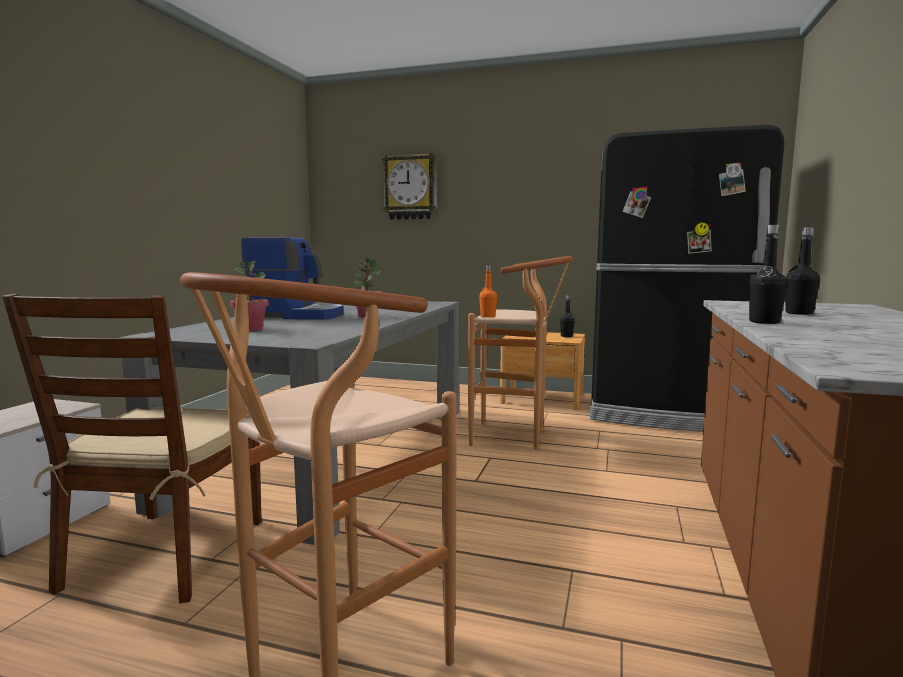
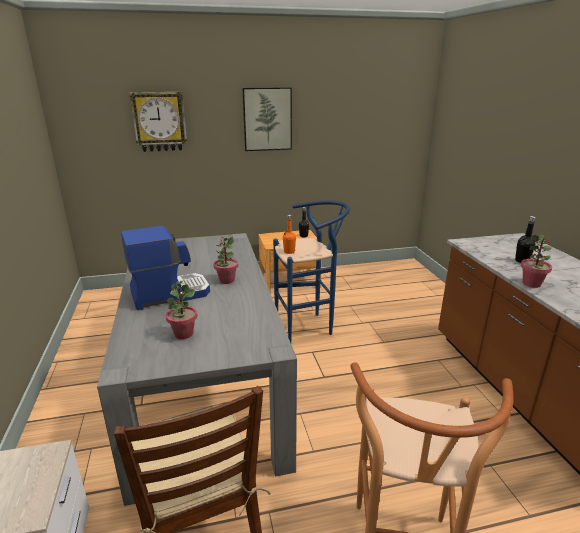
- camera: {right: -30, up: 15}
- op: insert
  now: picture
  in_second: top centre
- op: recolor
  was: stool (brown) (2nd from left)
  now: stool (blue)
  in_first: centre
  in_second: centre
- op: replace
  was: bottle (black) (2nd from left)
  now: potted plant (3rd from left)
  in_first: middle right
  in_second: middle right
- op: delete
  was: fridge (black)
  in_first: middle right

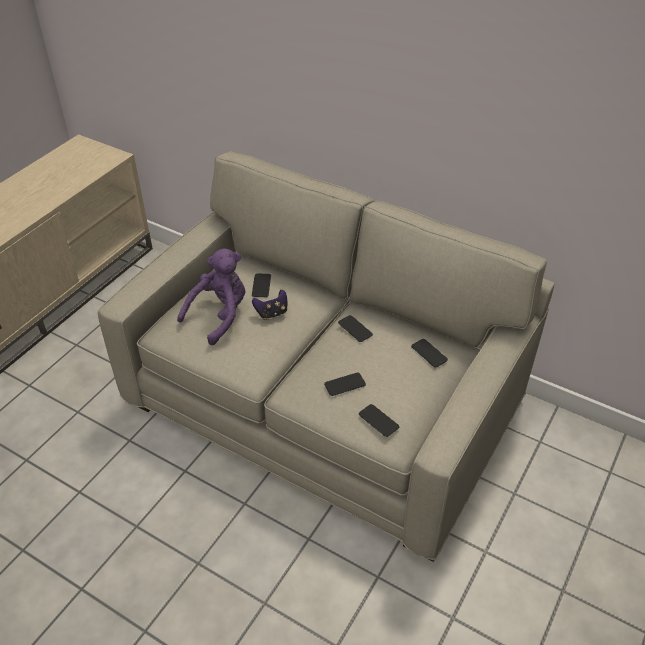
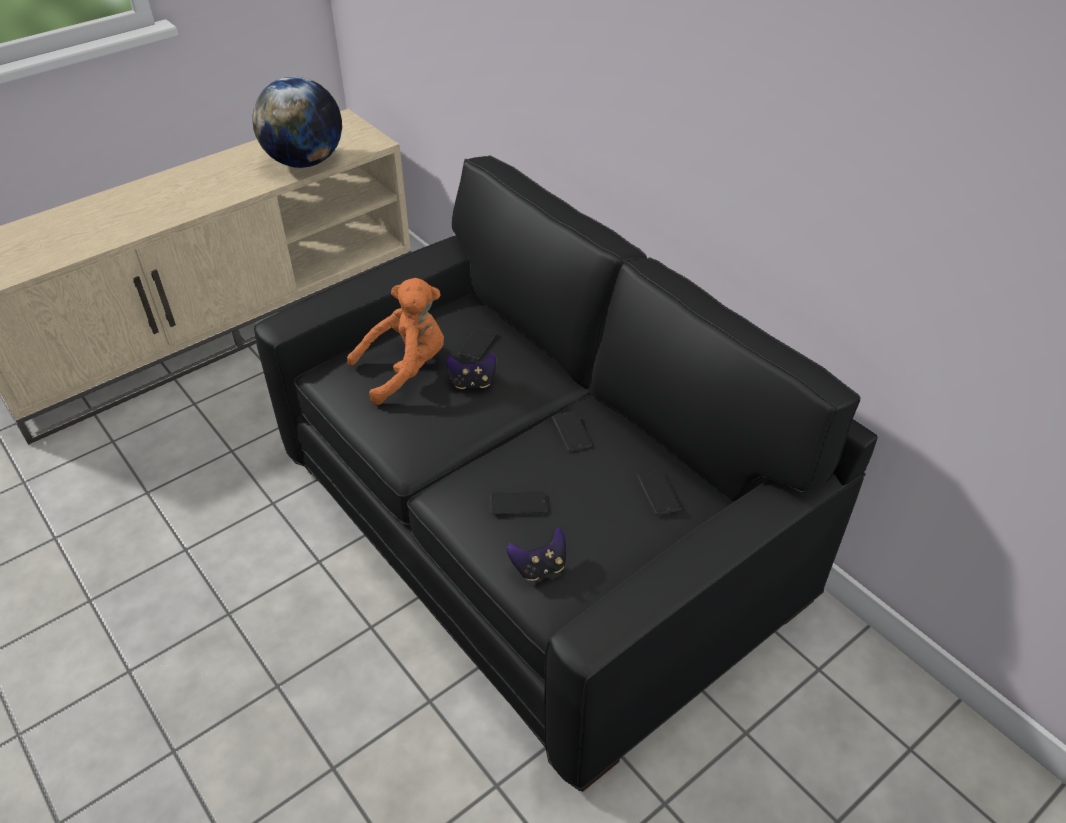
- camera: {right: 20, up: 0}
- op: insert
  now: globe
  in_second: top left
- op: recolor
  was: sofa (beige)
  now: sofa (black)
  in_first: centre
  in_second: centre
- op: recolor
  was: plush toy (purple)
  now: plush toy (orange)
  in_first: middle left
  in_second: centre
- op: replace
  was: phone (4th from left)
  now: game controller (2nd from left)
  in_first: centre
  in_second: bottom centre

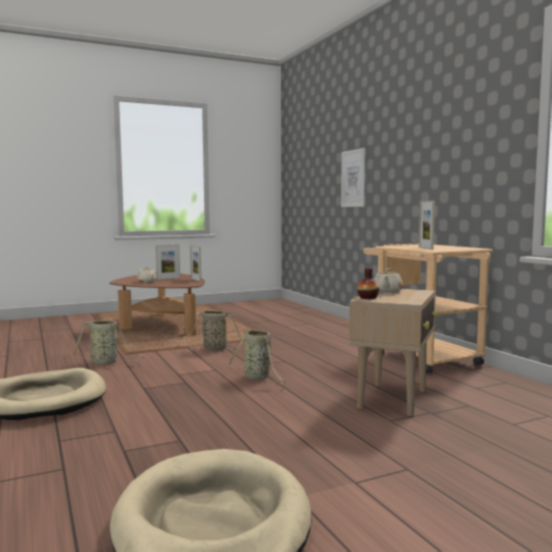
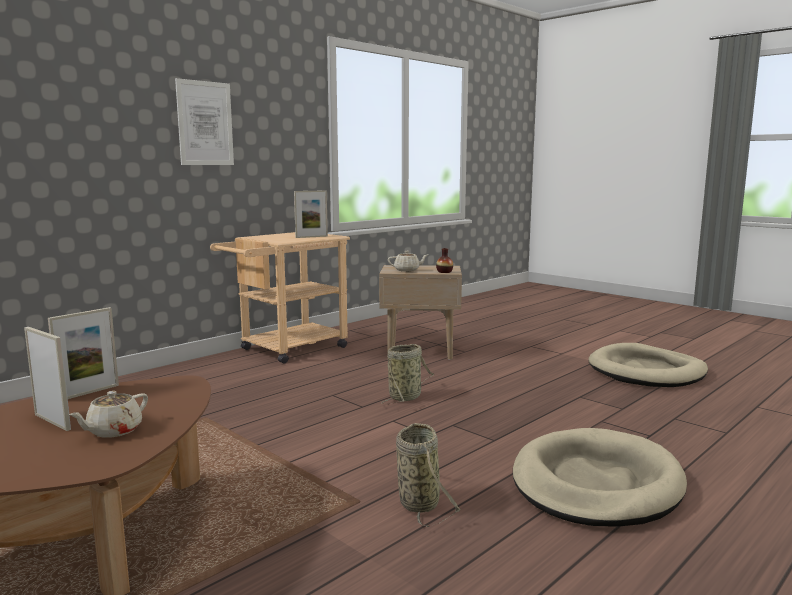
- camera: {right: -110, up: 5}
- op: move
  was: picture
  in_first: top centre
  in_second: top left
- op: delete
  was: basket (2nd from left)
  in_first: centre

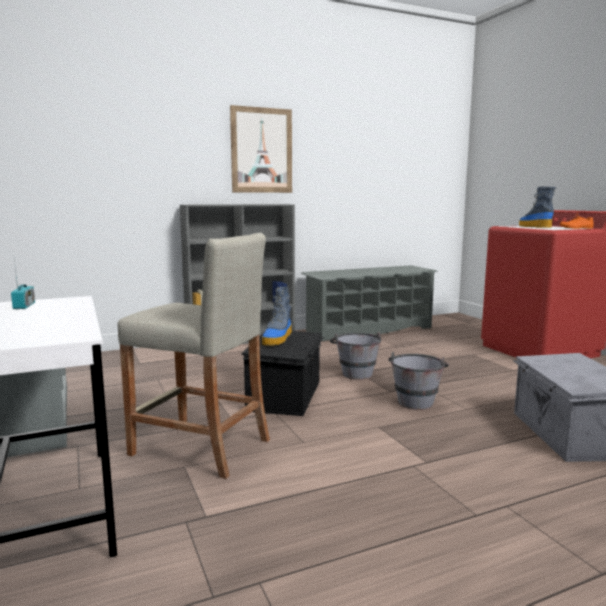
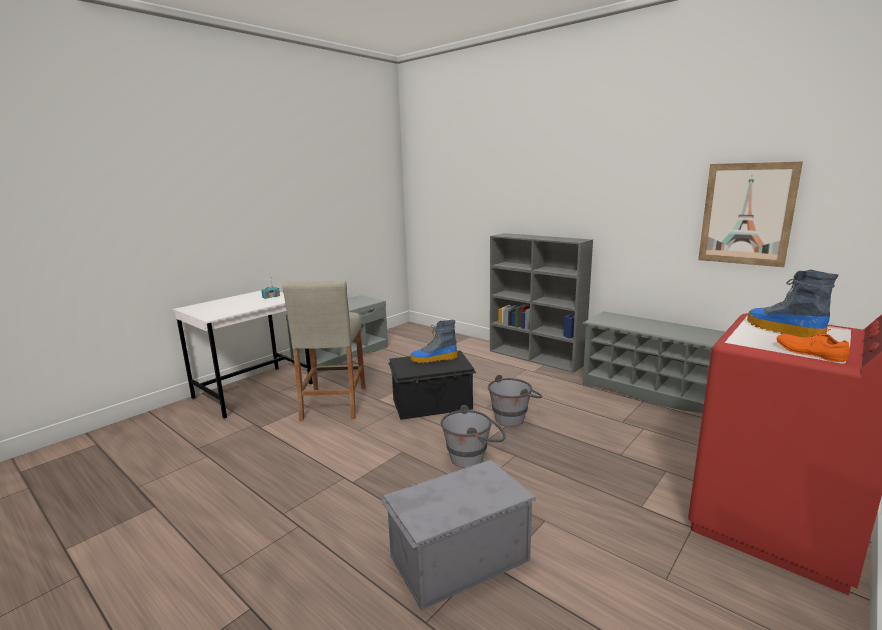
- camera: {right: 65, up: 5}
- op: move
  was: picture
  in_first: top centre
  in_second: middle right
- op: rotate
  was: boot (2nd from left)
  in_first: middle right
  in_second: middle right
  clockwise: -75

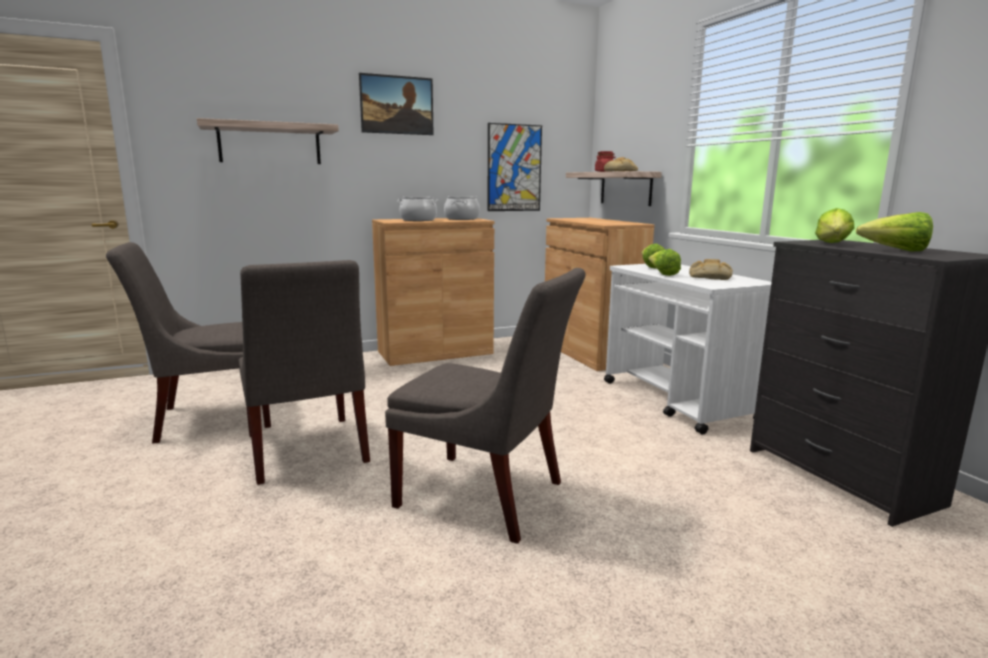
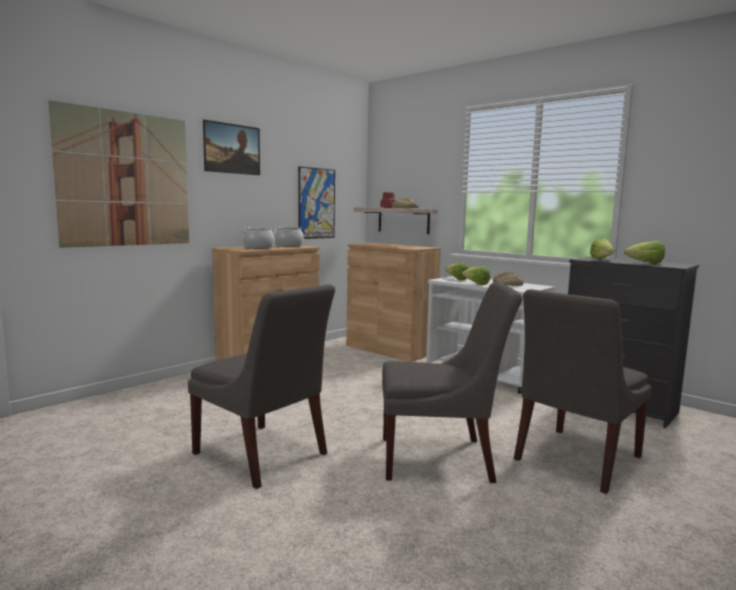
- camera: {right: -25, up: -5}
- op: replace
  was: shelf (1st from left)
  now: picture (1st from left)
  in_first: top left
  in_second: top left
- op: move
  was: chair (grey) (1st from left in the first image)
  now: chair (grey) (3rd from left)
  in_first: middle left
  in_second: middle right

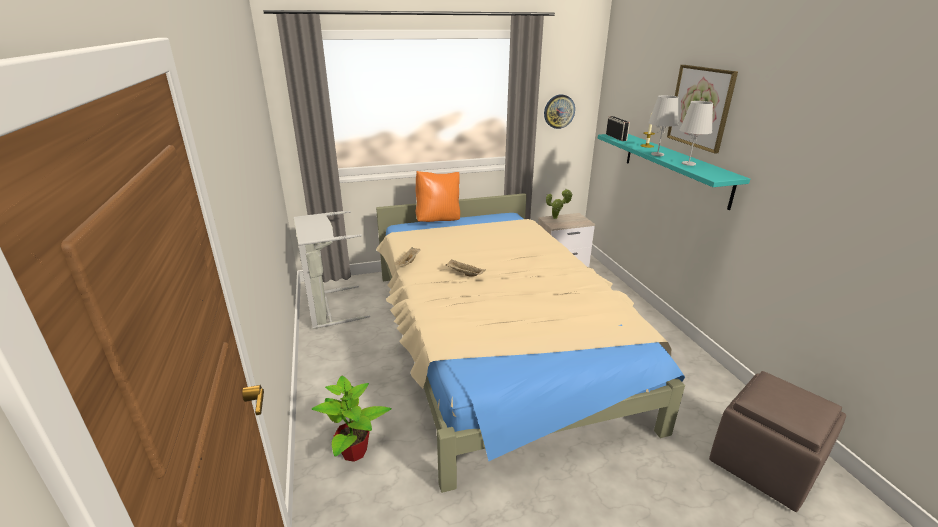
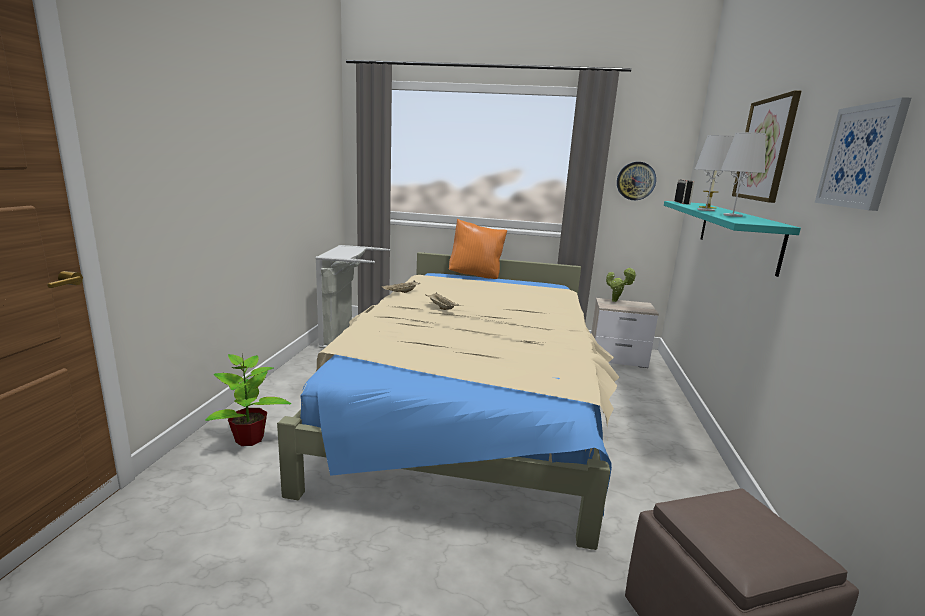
- camera: {right: 25, up: -10}
- op: insert
  now: picture (2nd from left)
  in_second: top right

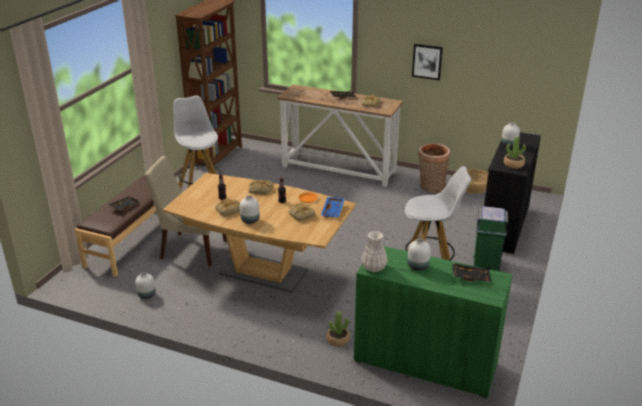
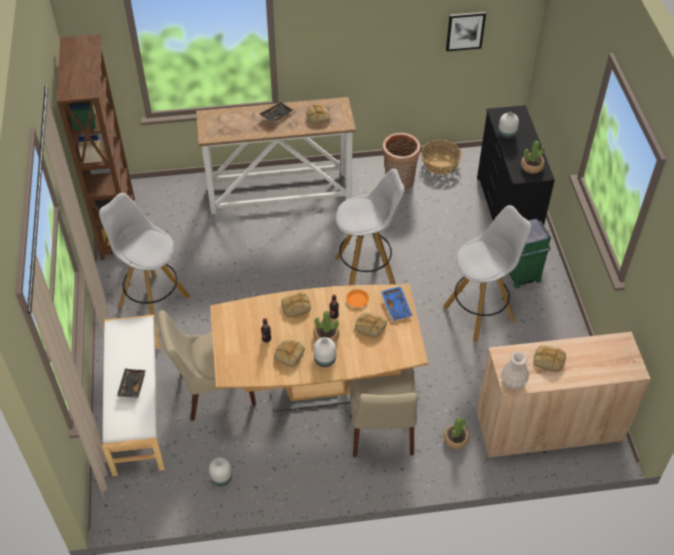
- camera: {right: -30, up: 20}
- op: recolor
  was: bench (brown)
  now: bench (white)
  in_first: middle left
  in_second: bottom left
- op: insert
  now: potted plant (1st from left)
  in_second: centre
- op: insert
  now: stool (white) (2nd from left)
  in_second: centre
- op: insert
  now: chair (beige) (2nd from left)
  in_second: bottom centre
- op: move
  was: picture
  in_first: top centre
  in_second: top right
- op: recolor
  was: cabinet (green)
  now: cabinet (beige)
  in_first: bottom right
  in_second: bottom right
- op: replace
  was: vase (white) (4th from left)
  now: bread (5th from left)
  in_first: centre
  in_second: middle right
- op: delete
  was: tray (black) (3rd from left)
  in_first: bottom right

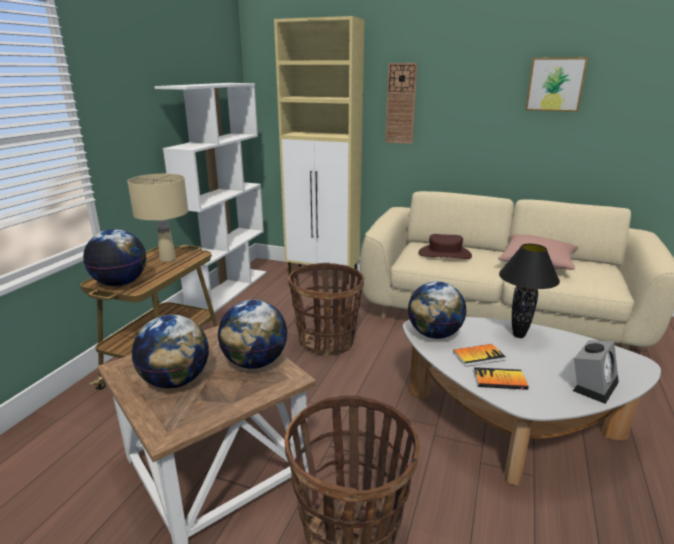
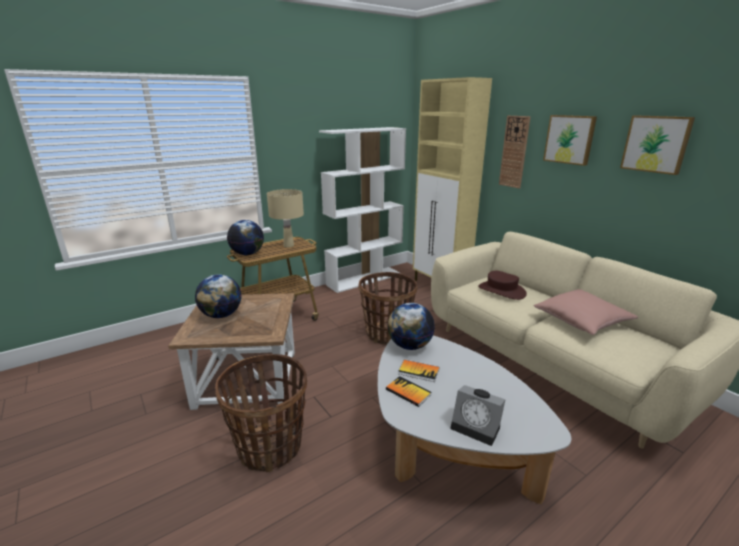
- camera: {right: 35, up: 0}
- op: rotate
  was: alarm clock
  in_first: bottom right
  in_second: bottom centre
  clockwise: 45
- op: insert
  now: picture (1st from left)
  in_second: top right
- op: delete
  was: globe (3rd from left)
  in_first: centre
- op: delete
  was: table lamp (black)
  in_first: middle right

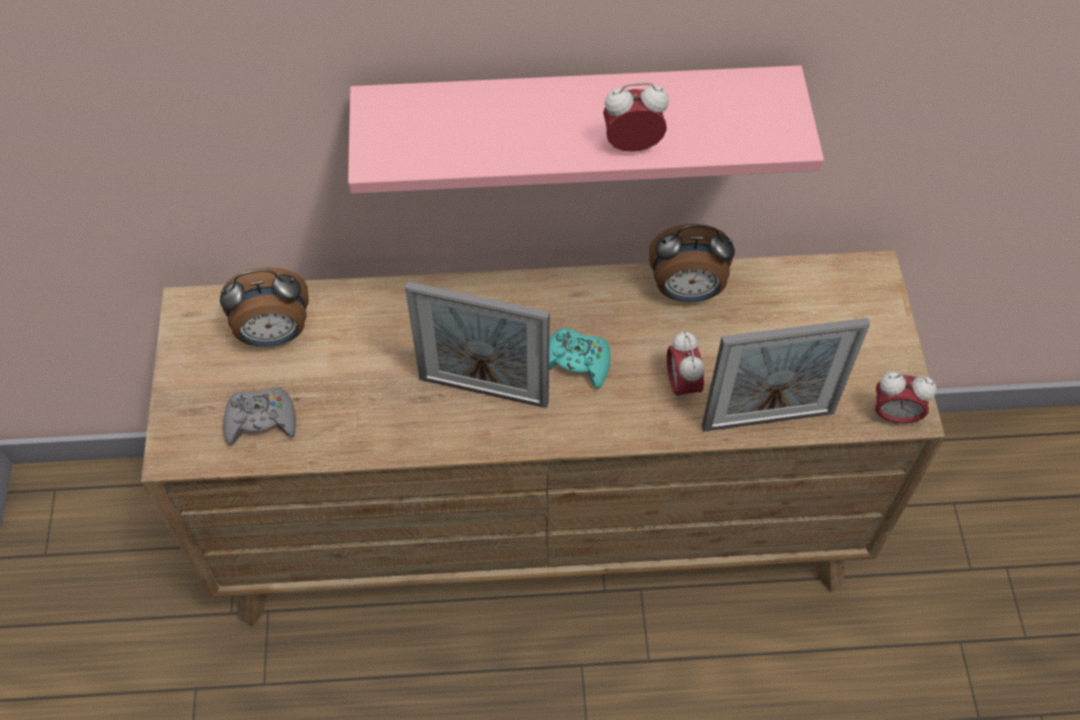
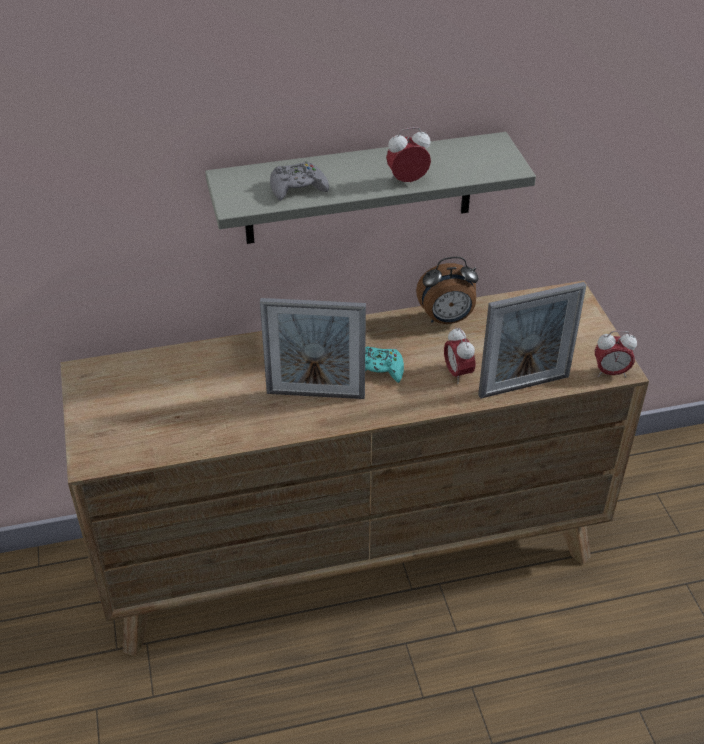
- camera: {right: -10, up: -15}
- op: recolor
  was: shelf (pink)
  now: shelf (grey)
  in_first: top centre
  in_second: top centre
- op: move
  was: game controller (grey)
  in_first: middle left
  in_second: top centre
- op: delete
  was: alarm clock (1st from left)
  in_first: middle left

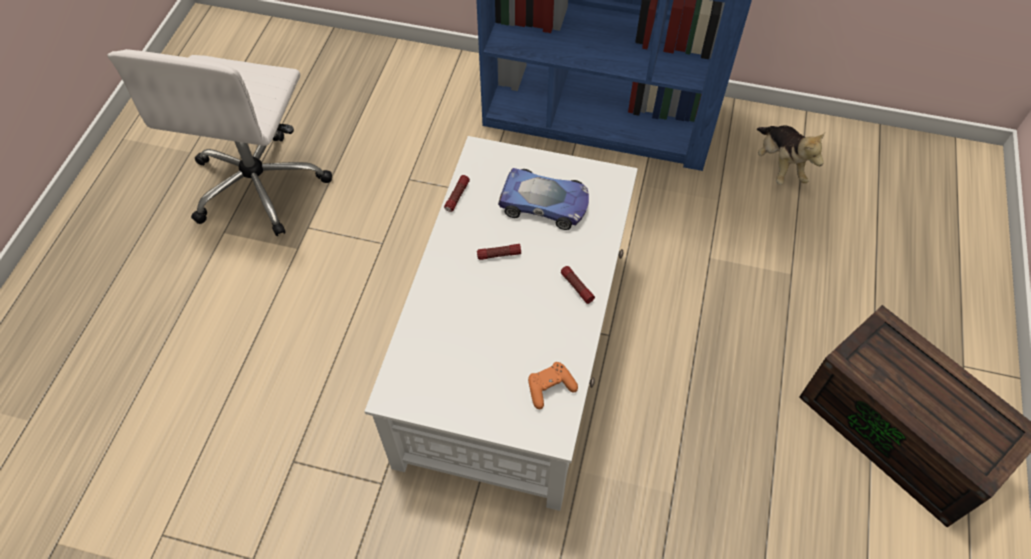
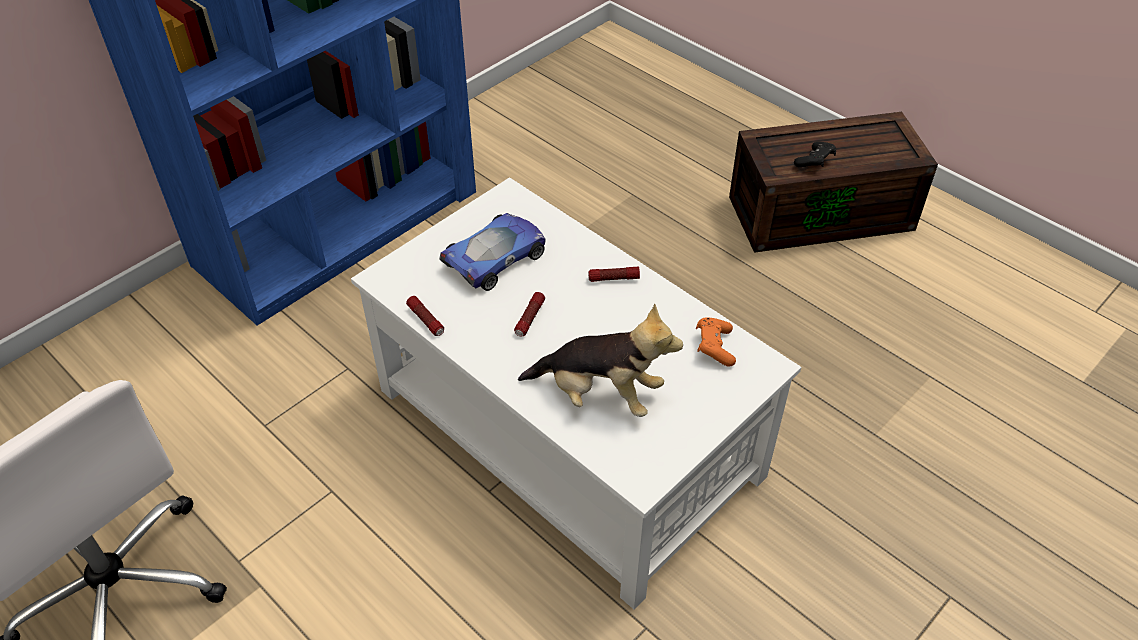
- camera: {right: -60, up: -10}
- op: move
  was: plush toy
  in_first: top right
  in_second: centre
- op: insert
  now: game controller (black)
  in_second: top right

